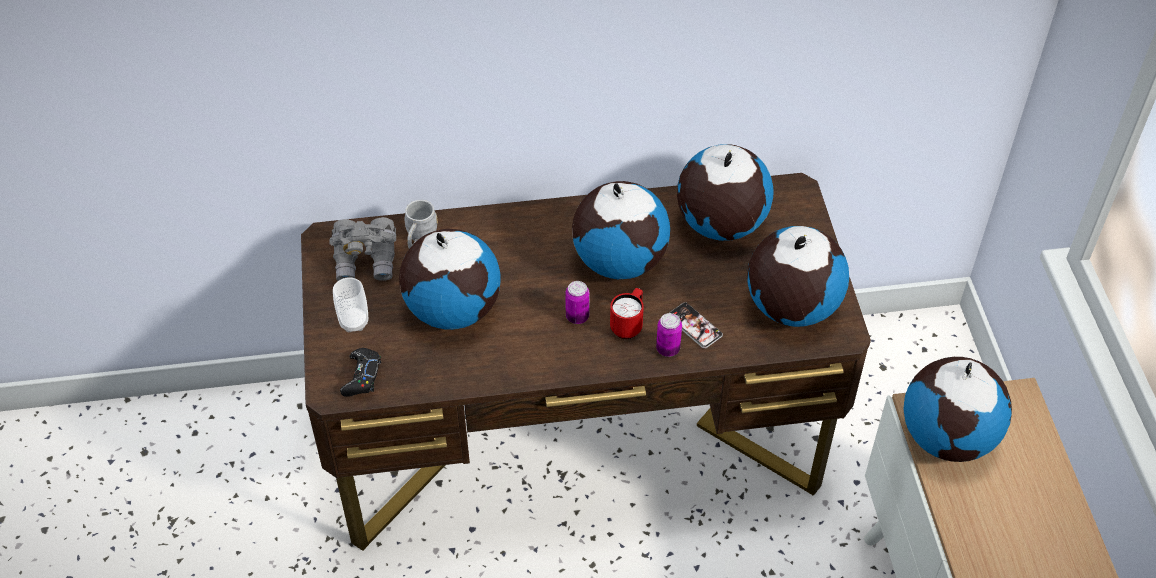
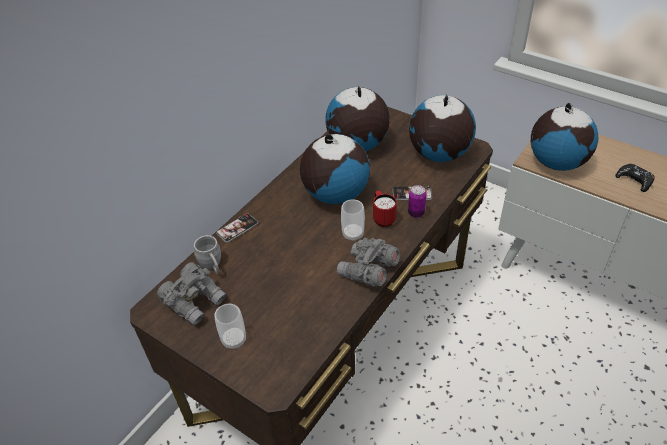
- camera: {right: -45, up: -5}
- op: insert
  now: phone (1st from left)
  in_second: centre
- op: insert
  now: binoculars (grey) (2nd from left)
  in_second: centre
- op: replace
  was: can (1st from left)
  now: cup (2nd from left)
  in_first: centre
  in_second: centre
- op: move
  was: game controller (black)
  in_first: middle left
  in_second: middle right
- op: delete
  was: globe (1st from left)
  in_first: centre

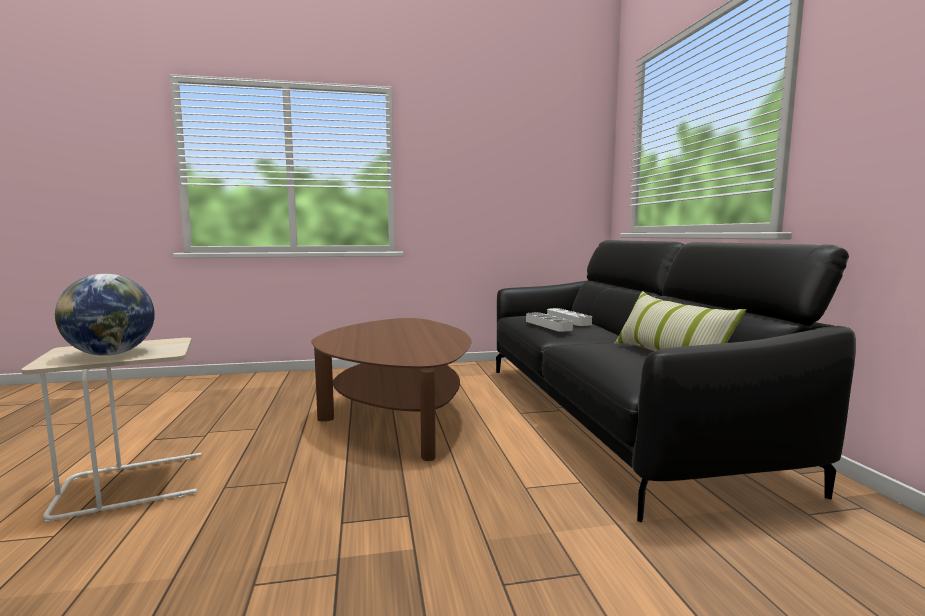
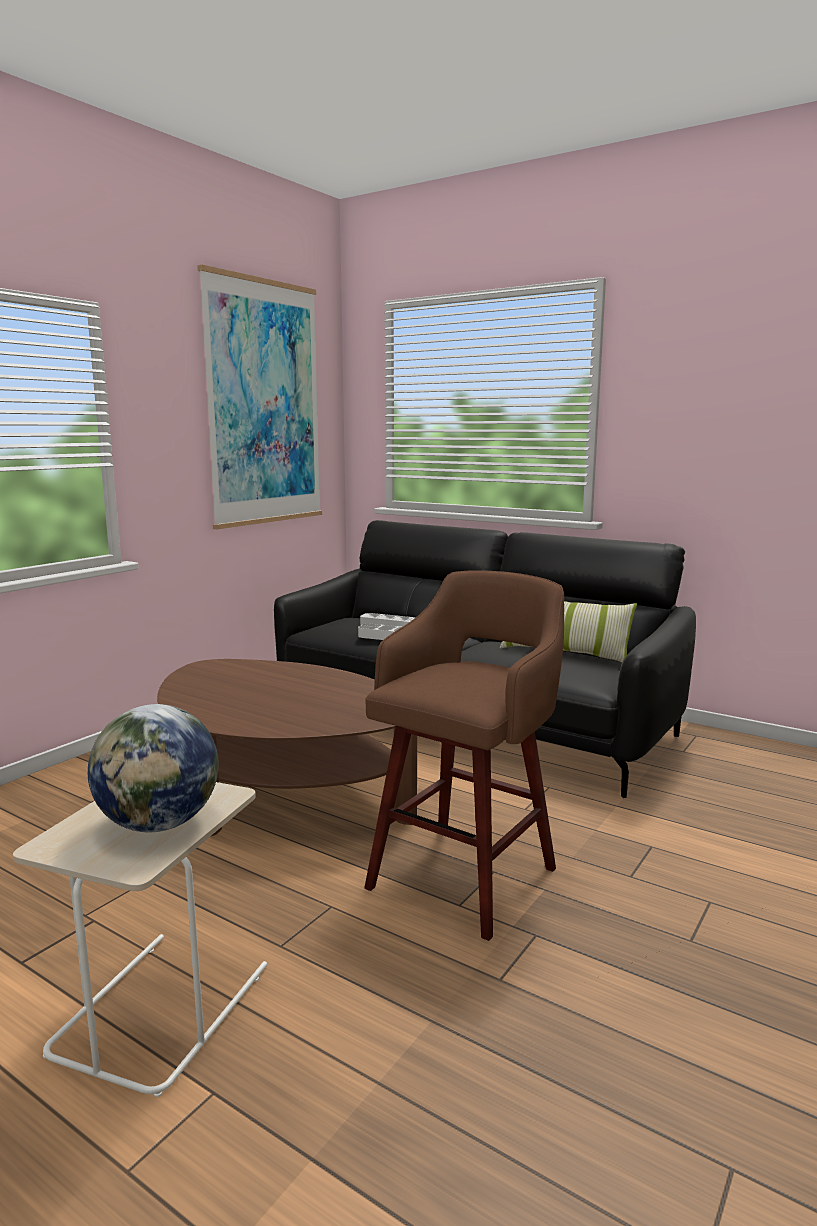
- camera: {right: -45, up: 5}
- op: insert
  now: picture
  in_second: top left
- op: insert
  now: stool (brown)
  in_second: centre

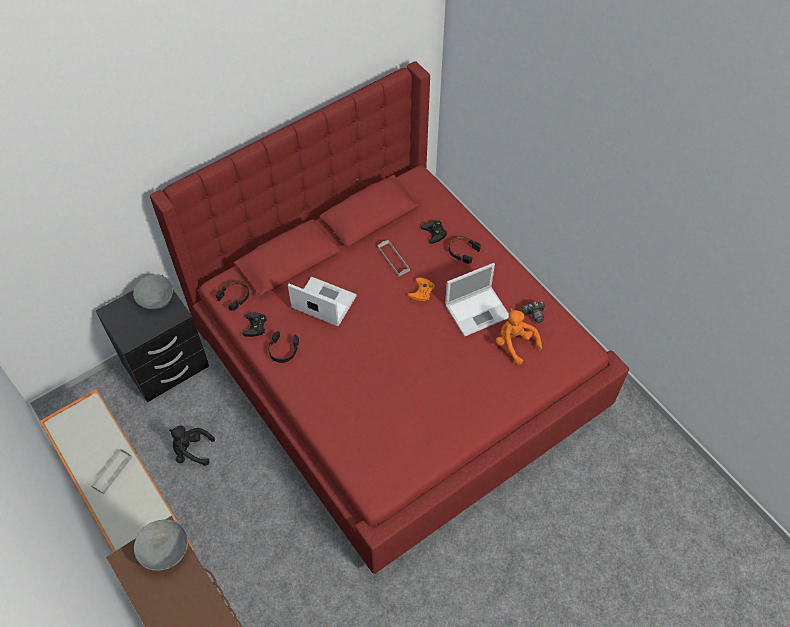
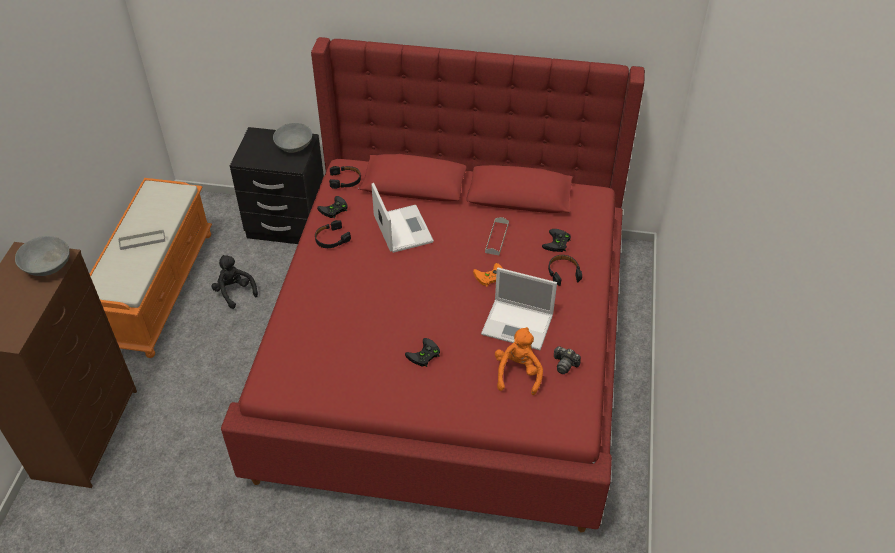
- camera: {right: 45, up: -10}
- op: insert
  now: game controller (black) (2nd from left)
  in_second: centre

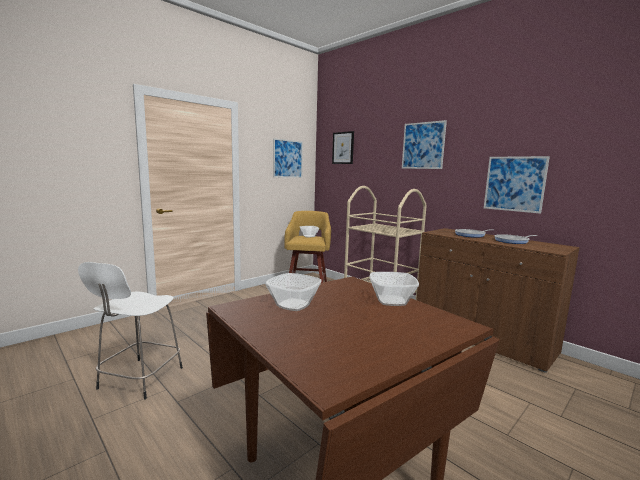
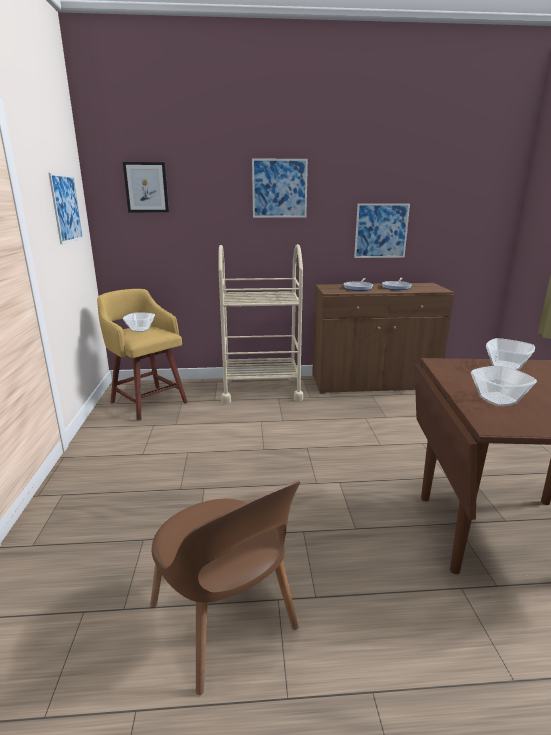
- camera: {right: -50, up: 10}
- op: replace
  was: stool (white)
  now: chair (brown)
  in_first: bottom left
  in_second: bottom centre

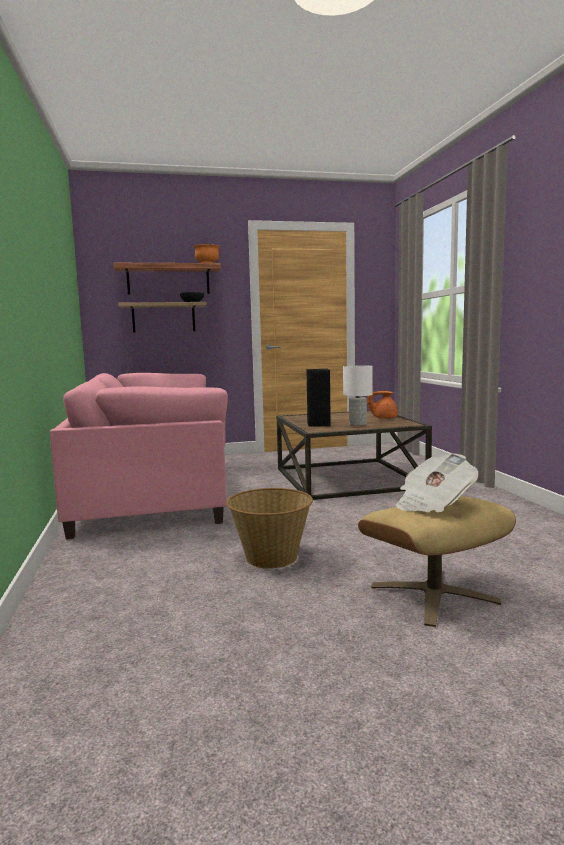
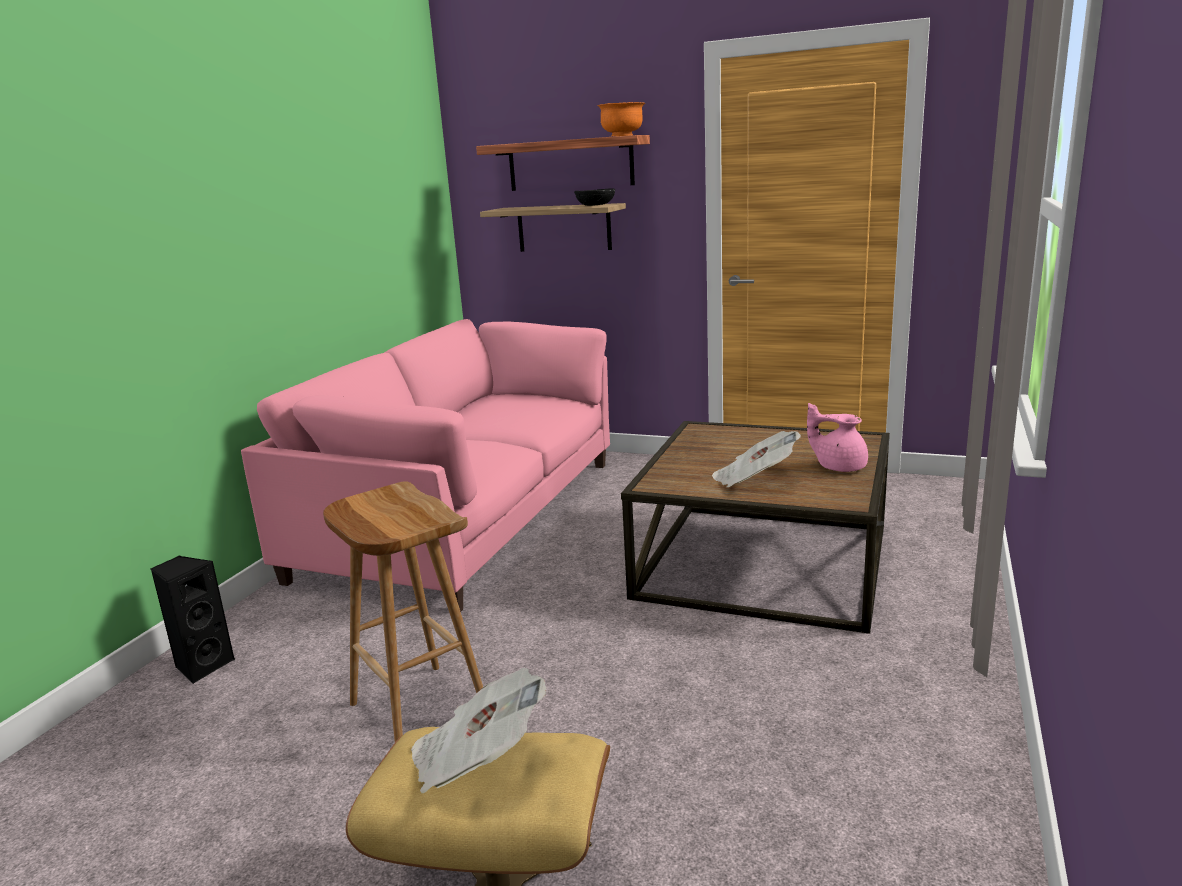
- camera: {right: 35, up: 10}
- op: move
  was: speaker (black)
  in_first: centre
  in_second: bottom left
- op: replace
  was: basket
  now: stool (brown)
  in_first: centre
  in_second: bottom centre
- op: replace
  was: table lamp (white)
  now: newspaper (2nd from left)
  in_first: centre
  in_second: centre
- op: recolor
  was: teapot (orange)
  now: teapot (pink)
  in_first: middle right
  in_second: middle right

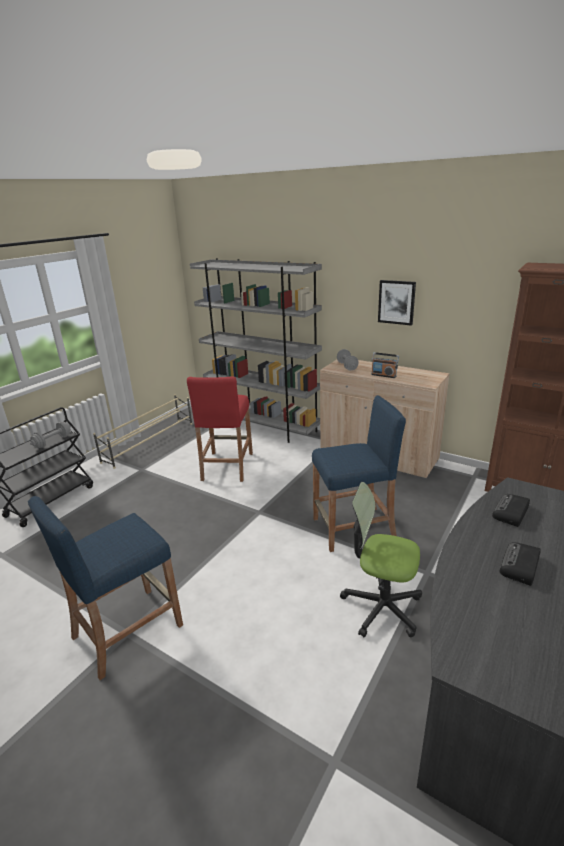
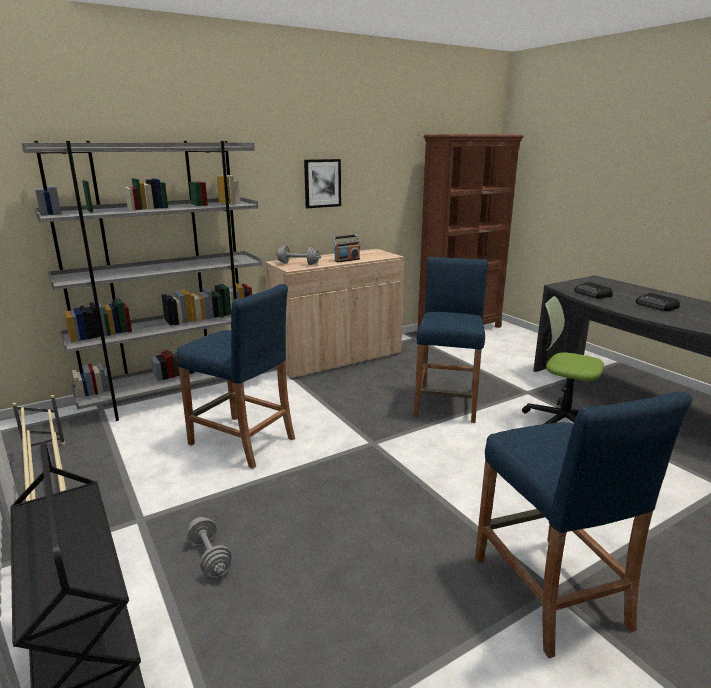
- camera: {right: -65, up: -5}
- op: recolor
  was: stool (red)
  now: stool (blue) (1st from left)
  in_first: centre
  in_second: middle left
- op: move
  was: dumbbell (grey) (1st from left)
  in_first: middle left
  in_second: bottom left
- op: rotate
  was: office chair
  in_first: middle right
  in_second: middle right
  clockwise: 75

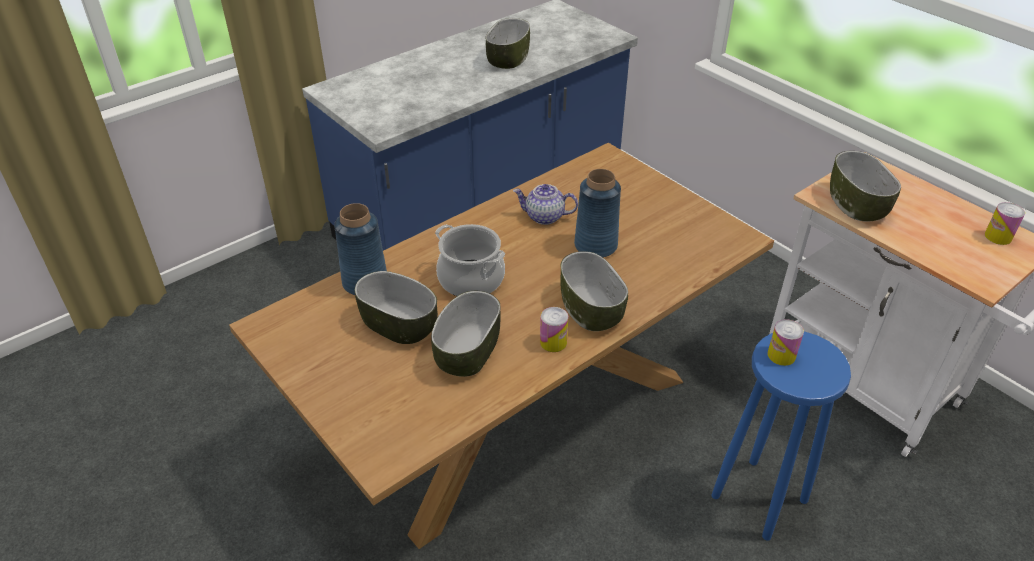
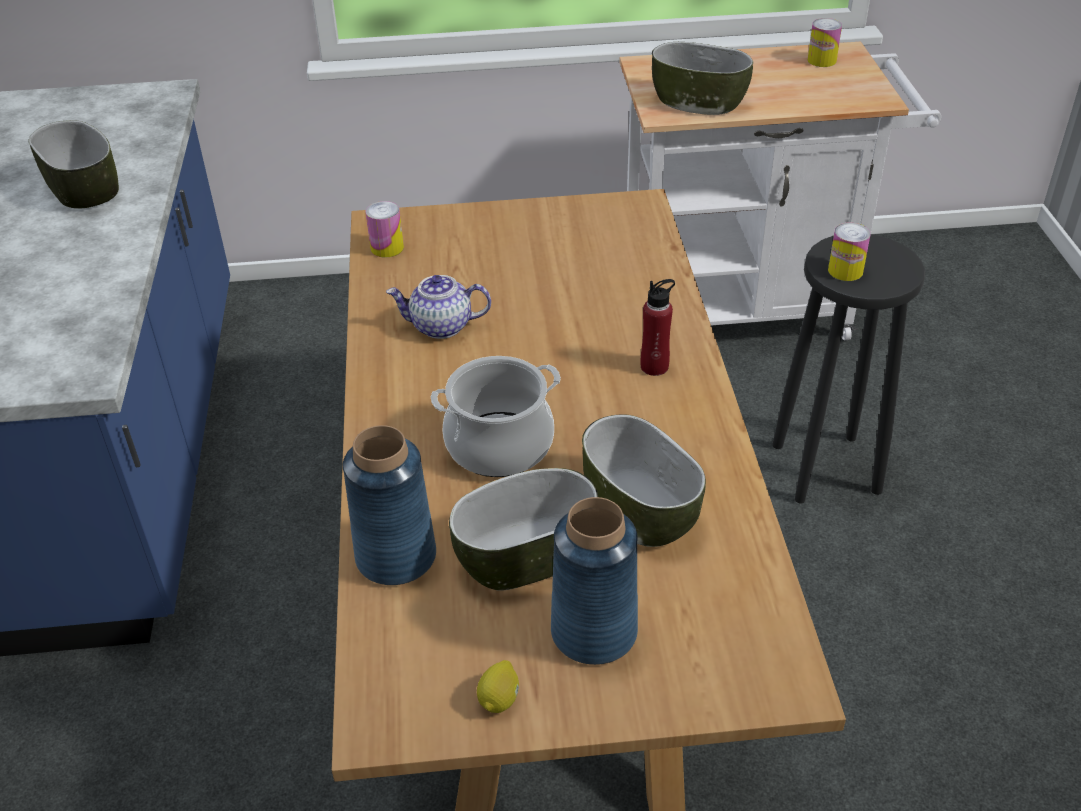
- camera: {right: -55, up: 0}
- op: move
  was: can (1st from left)
  in_first: centre
  in_second: top centre
- op: rotate
  was: teapot
  in_first: centre
  in_second: centre
  clockwise: 45
- op: insert
  now: lemon
  in_second: bottom centre
- op: move
  was: vase (blue) (2nd from left)
  in_first: centre
  in_second: bottom centre
- op: replace
  was: bowl (4th from left)
  now: bottle (red)
  in_first: centre
  in_second: centre
- op: recolor
  was: stool (blue)
  now: stool (black)
  in_first: bottom right
  in_second: middle right

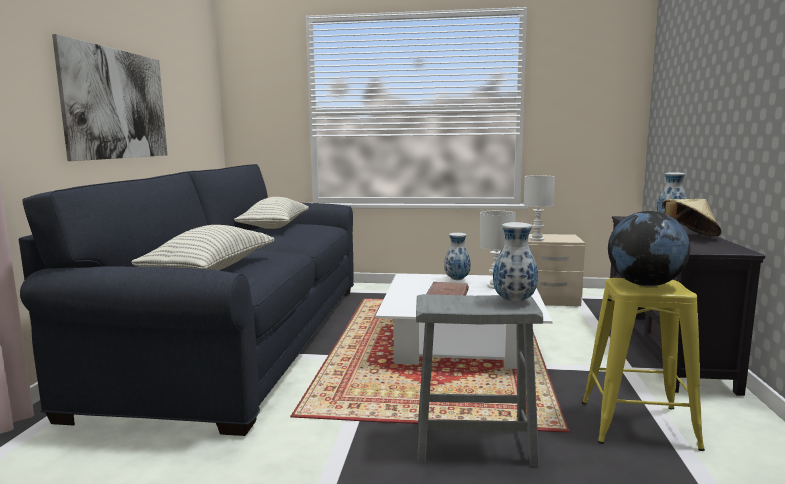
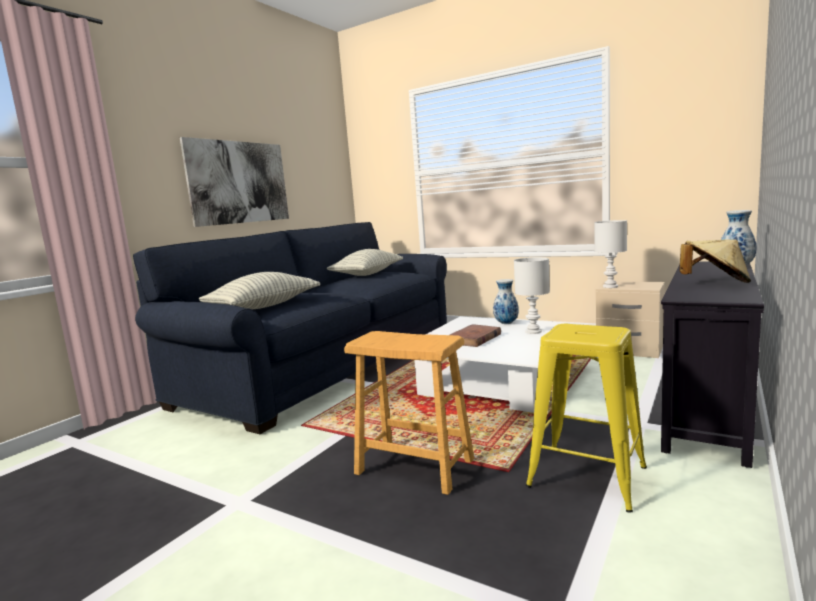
- camera: {right: 25, up: 0}
- op: recolor
  was: stool (grey)
  now: stool (brown)
  in_first: bottom centre
  in_second: bottom centre
- op: delete
  was: vase (2nd from left)
  in_first: centre
- op: delete
  was: globe
  in_first: middle right

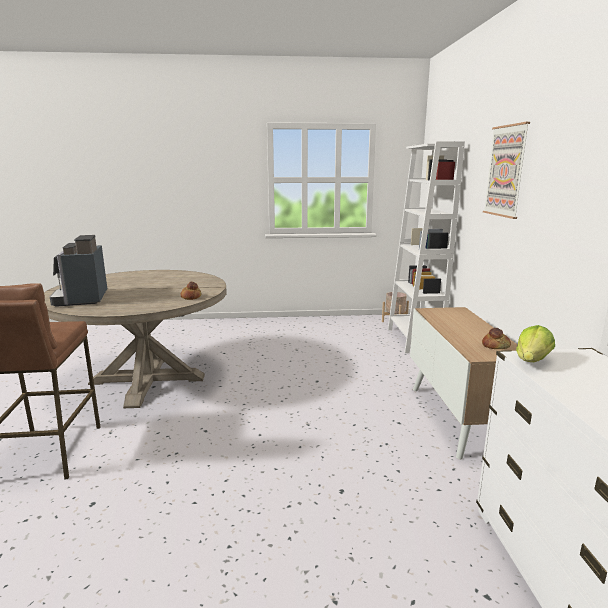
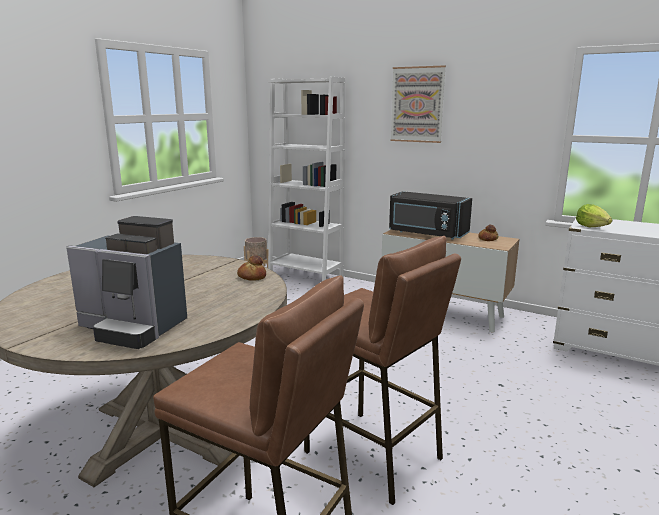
- camera: {right: -55, up: 0}
- op: insert
  now: stool (brown) (2nd from left)
  in_second: bottom centre
- op: insert
  now: microwave (black)
  in_second: centre

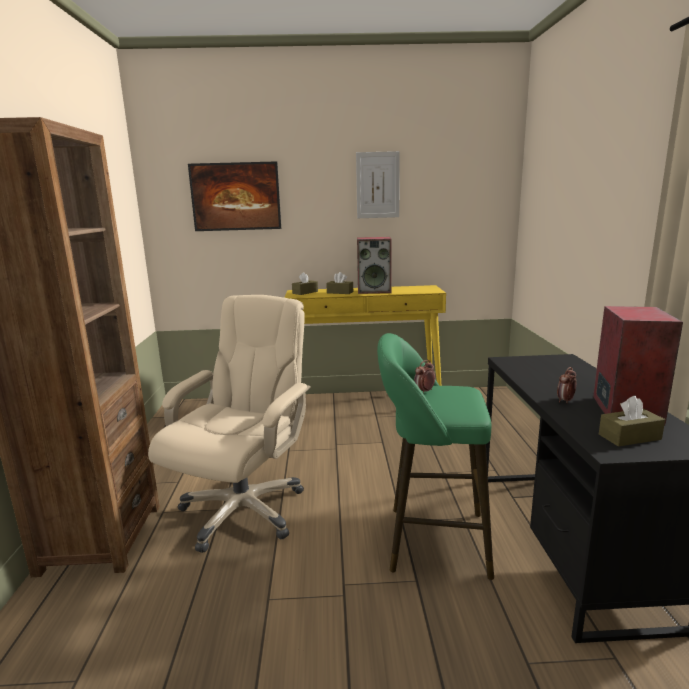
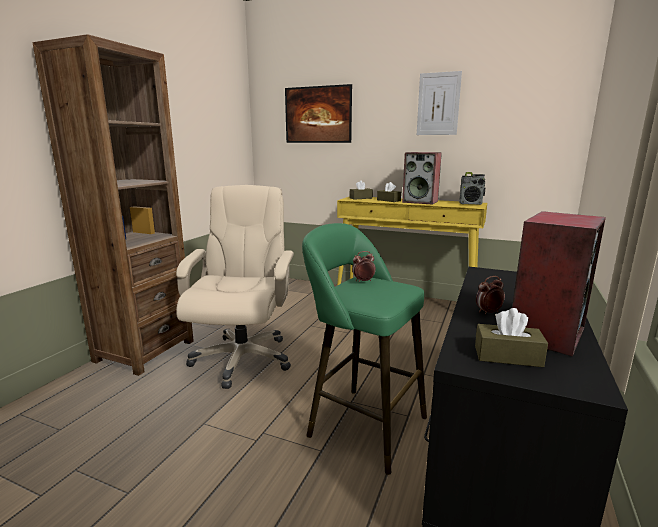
- camera: {right: 25, up: 0}
- op: rotate
  was: office chair (beige)
  in_first: middle left
  in_second: centre
  clockwise: -45
- op: insert
  now: radio
  in_second: middle right

